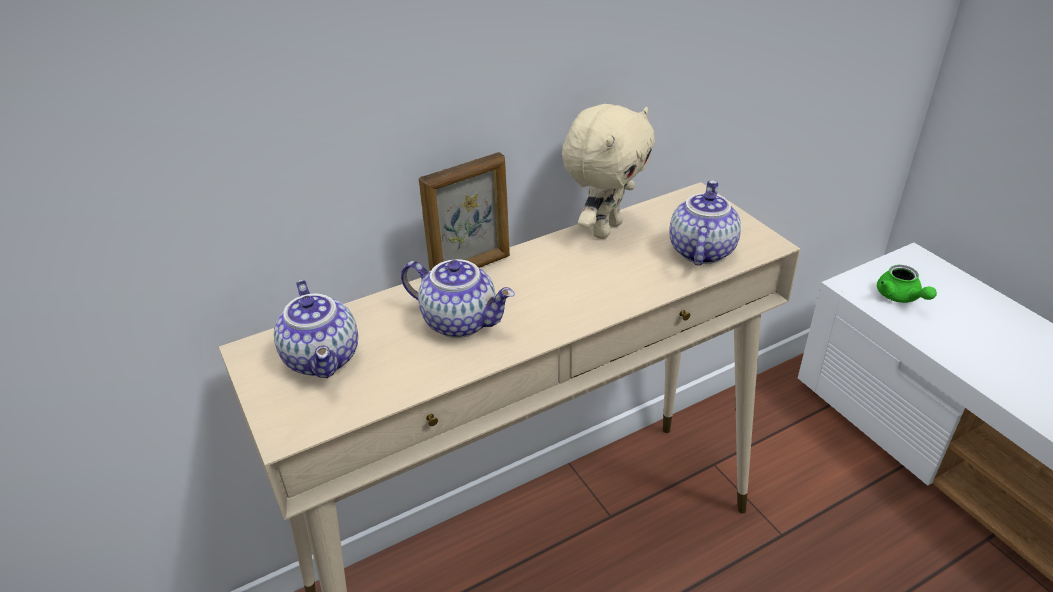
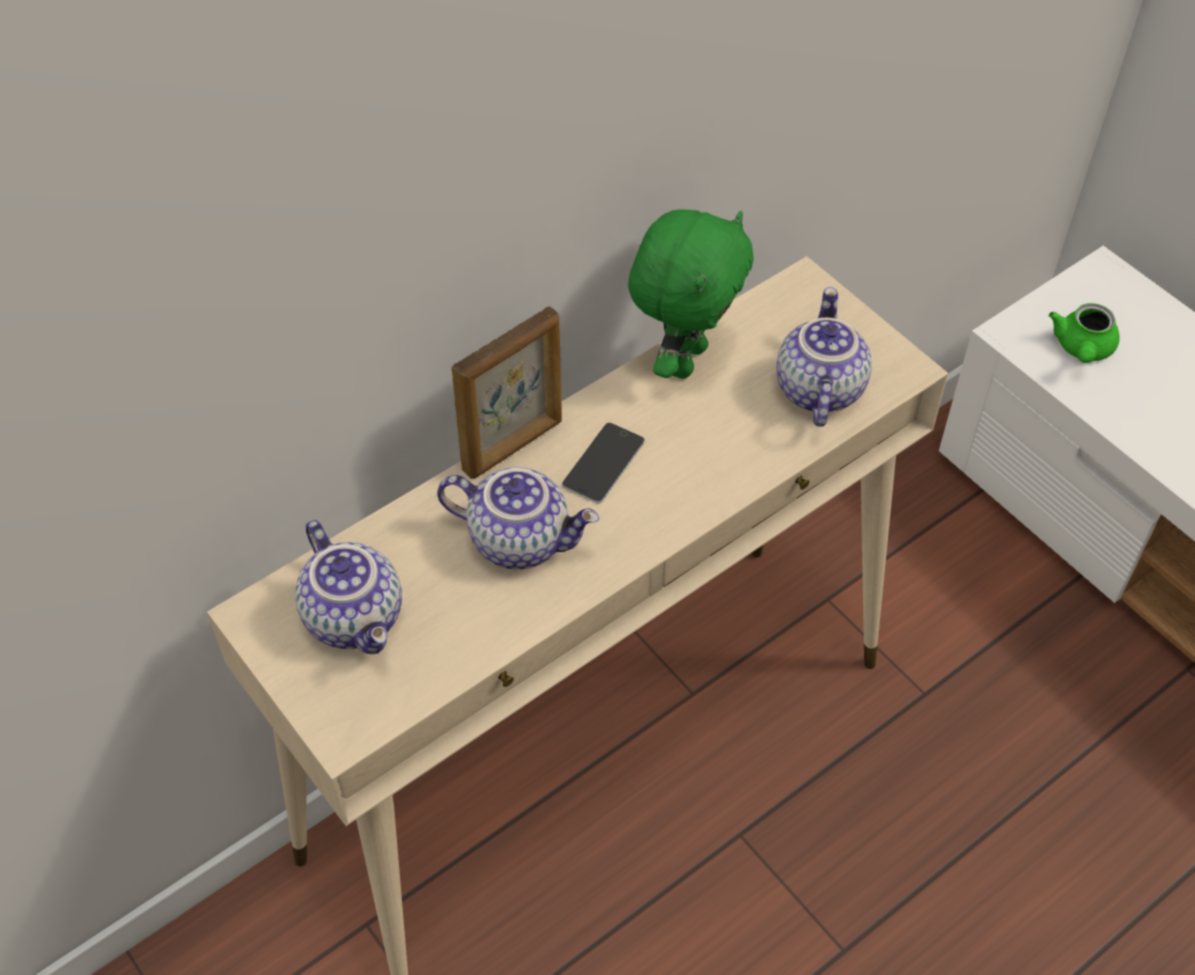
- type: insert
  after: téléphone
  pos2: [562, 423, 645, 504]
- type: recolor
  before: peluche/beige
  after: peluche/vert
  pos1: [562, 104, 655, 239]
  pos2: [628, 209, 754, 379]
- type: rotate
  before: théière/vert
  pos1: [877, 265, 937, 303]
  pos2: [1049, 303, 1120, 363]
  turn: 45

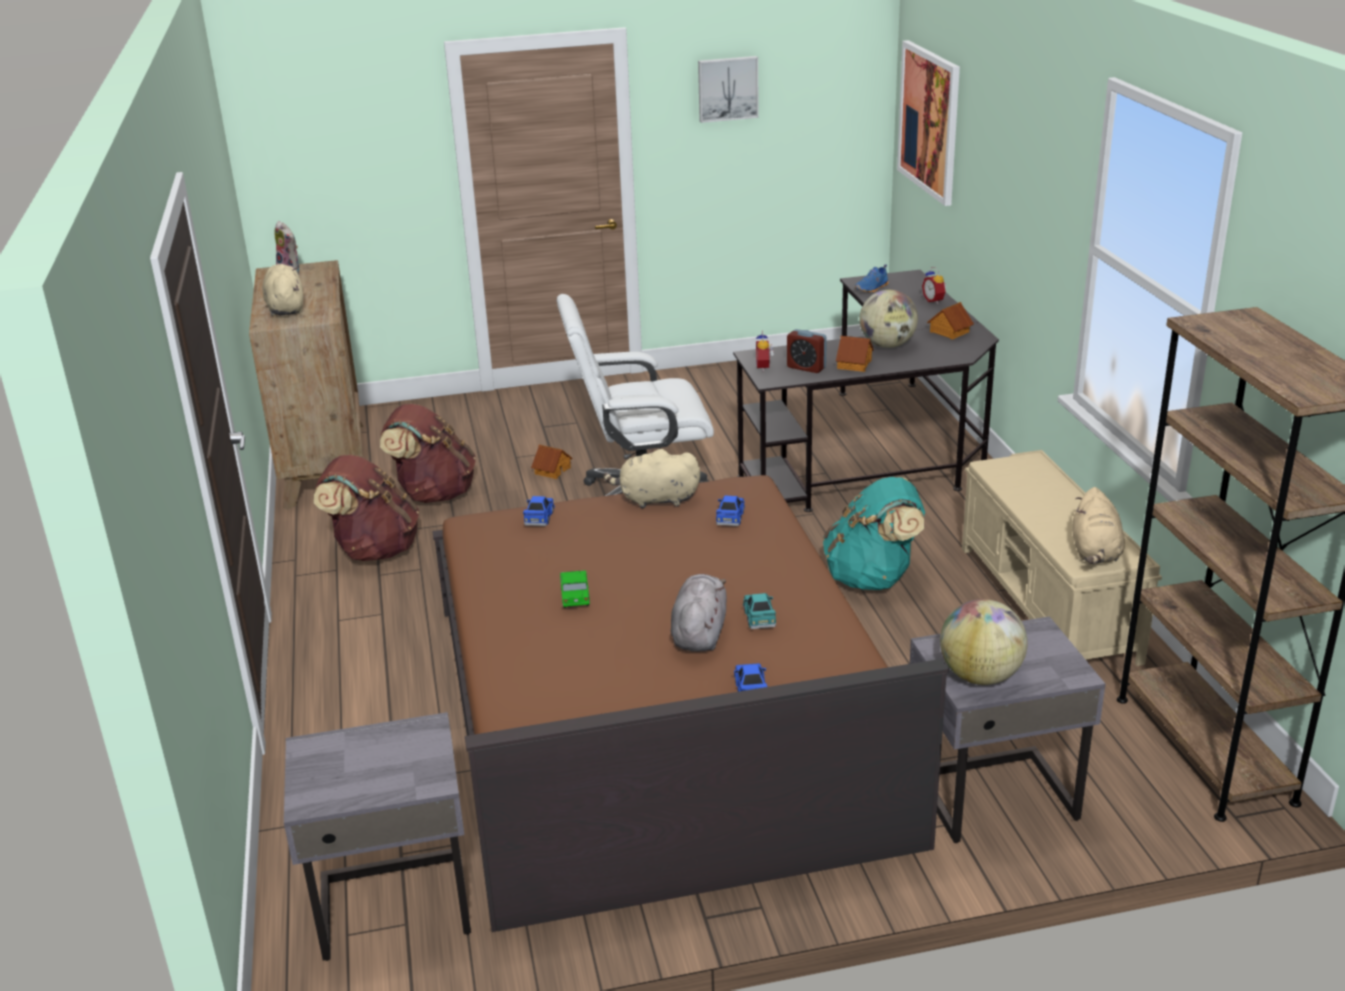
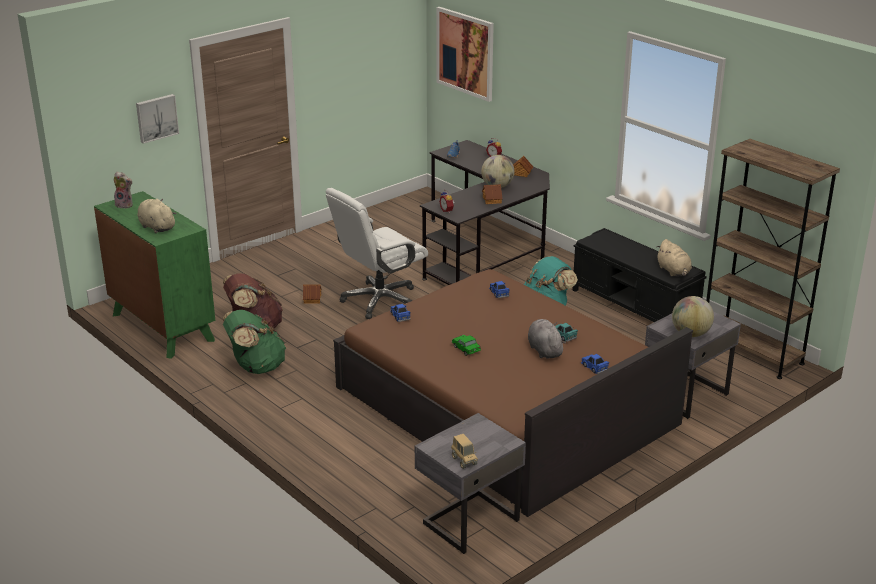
- type: recolor
  before: commode/marron
  after: commode/vert
  pos1: [249, 260, 363, 510]
  pos2: [94, 191, 215, 359]
- type: move
  before: tableau
  pos1: [698, 56, 759, 123]
  pos2: [136, 94, 179, 144]
- type: recolor
  before: sac à dos/marron
  after: sac à dos/vert
  pos1: [314, 455, 419, 561]
  pos2: [223, 310, 286, 374]
- type: insert
  after: camion jouet
  pos2: [451, 434, 478, 469]
- type: recolor
  before: banc/beige
  after: banc/noir
  pos1: [962, 450, 1162, 666]
  pos2: [572, 228, 707, 322]
- type: delete
  before: peluche/beige
  pos1: [603, 449, 700, 509]
- type: delete
  before: réveil
  pos1: [787, 329, 827, 373]

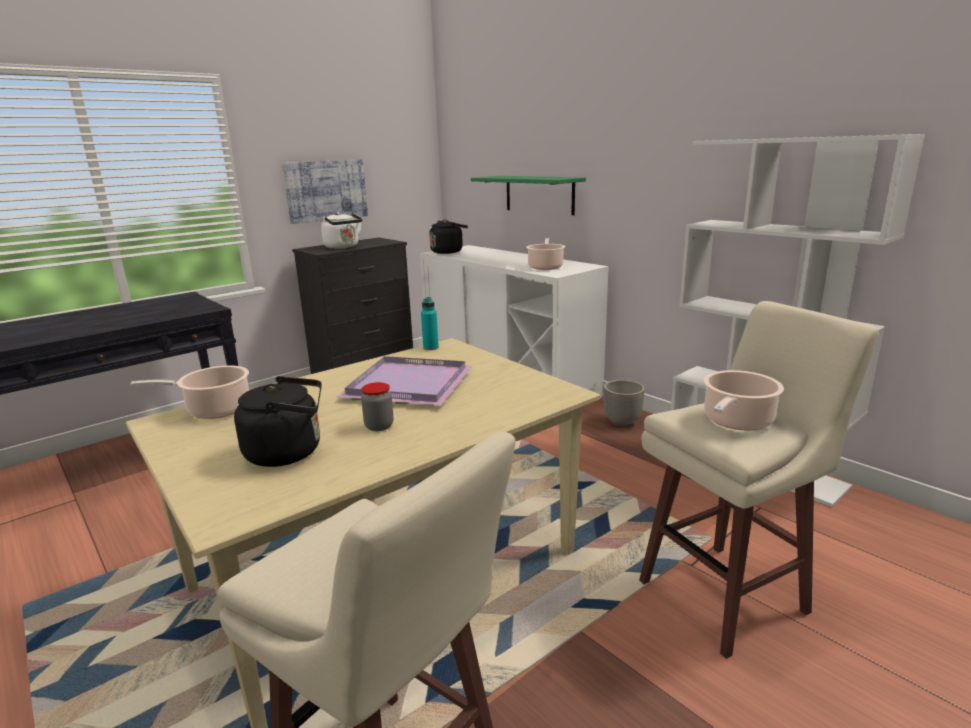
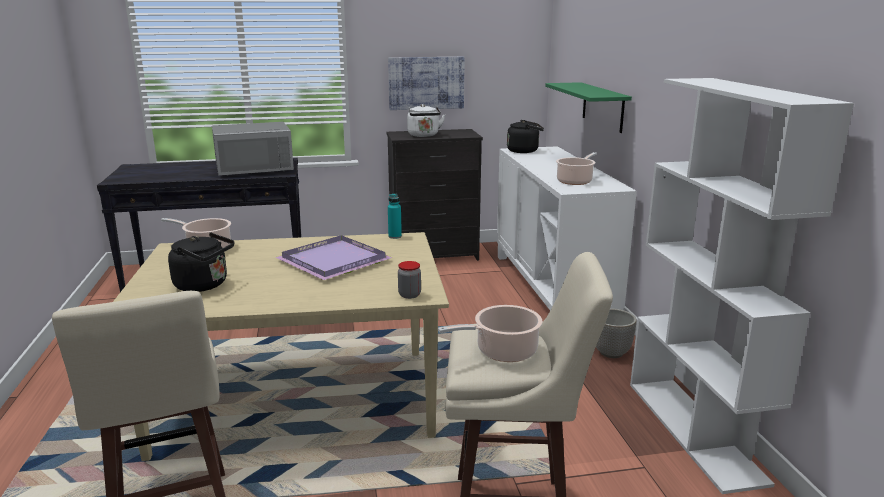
- type: insert
  after: micro-ondes/gris
  pos2: [212, 122, 294, 176]
- type: move
  before: bocal
  pos1: [361, 382, 394, 431]
  pos2: [398, 261, 421, 299]

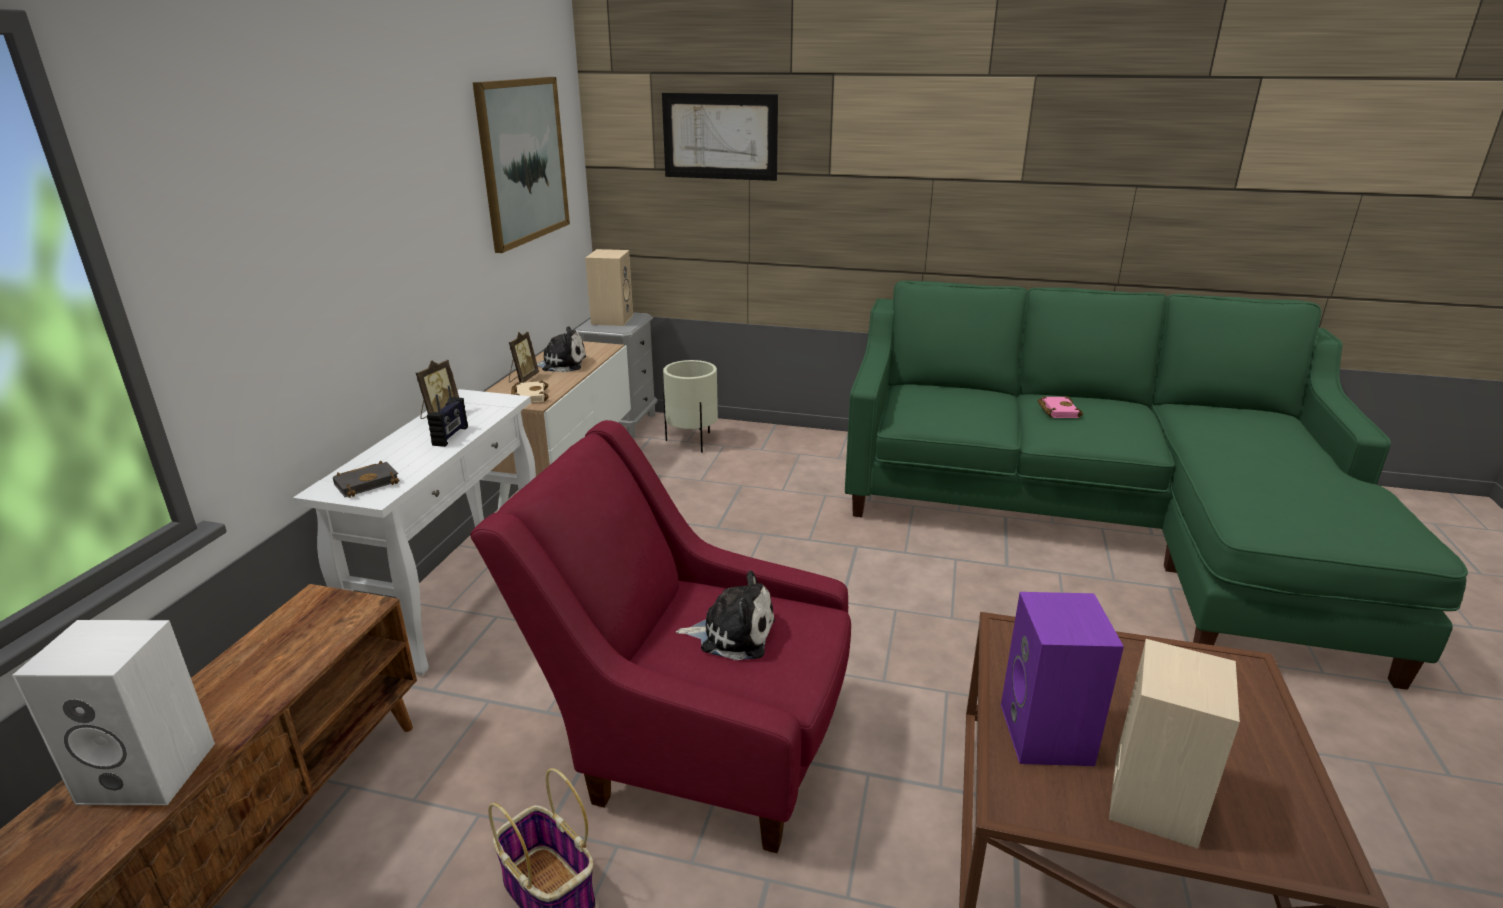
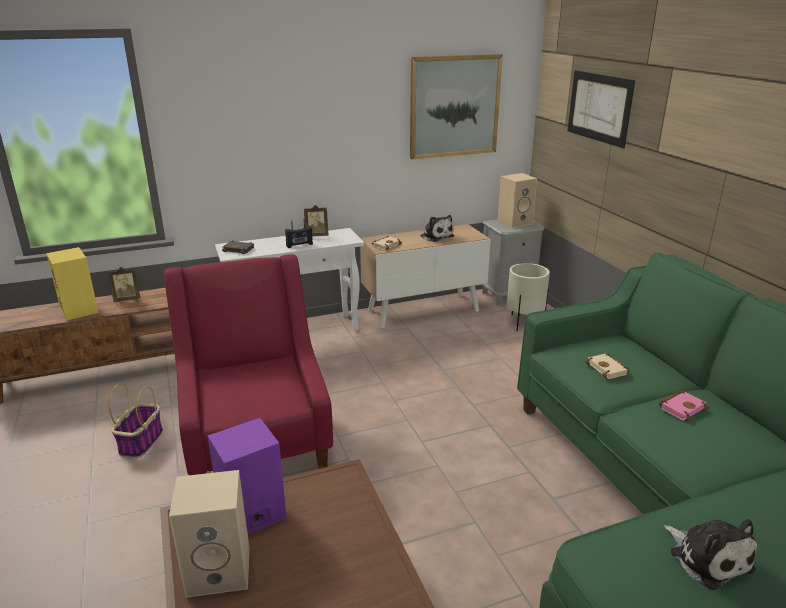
- type: recolor
  before: enceinte/blanc
  after: enceinte/jaune
  pos1: [12, 620, 215, 805]
  pos2: [46, 247, 99, 321]
- type: move
  before: cadre photo
  pos1: [509, 332, 539, 383]
  pos2: [108, 267, 140, 302]
- type: insert
  after: livre/beige
  pos2: [585, 354, 630, 379]
- type: move
  before: peluche
  pos1: [676, 571, 775, 660]
  pos2: [664, 519, 757, 590]

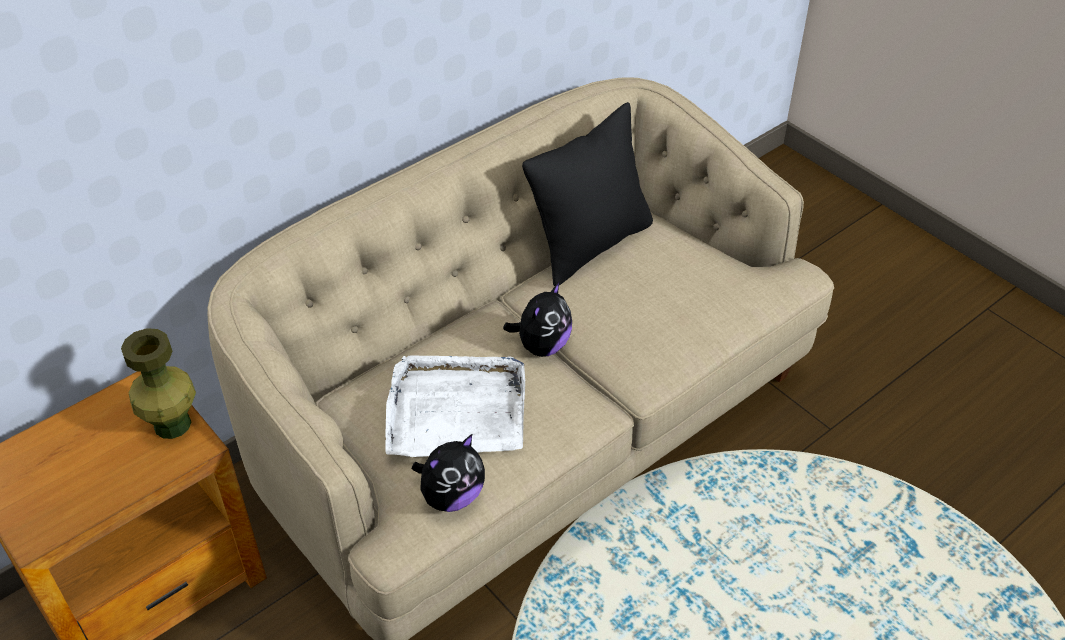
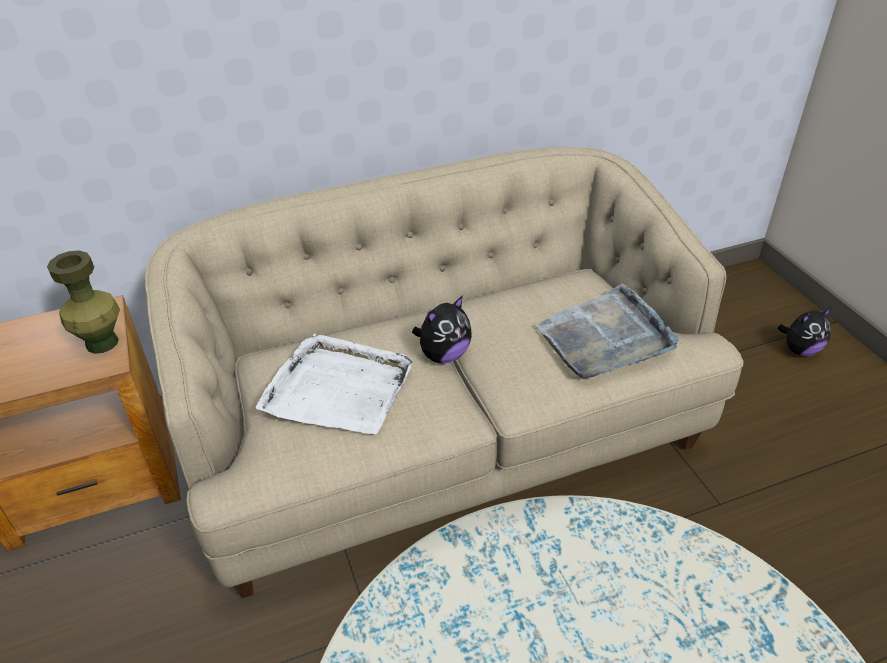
- type: insert
  after: plateau/gris
  pos2: [535, 284, 679, 379]
- type: move
  before: peluche
  pos1: [412, 434, 485, 512]
  pos2: [778, 307, 832, 356]
- type: delete
  before: coussin/noir
  pos1: [522, 102, 653, 286]

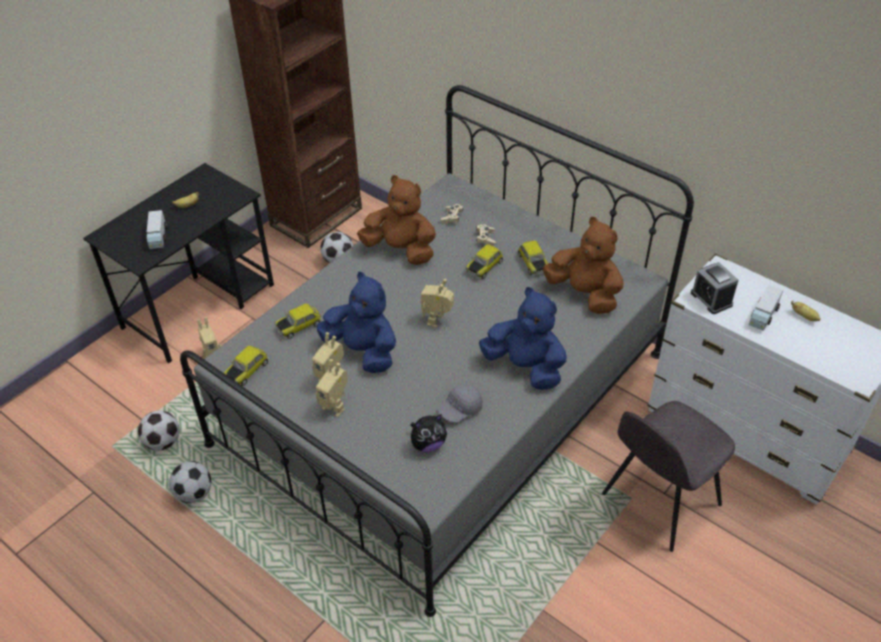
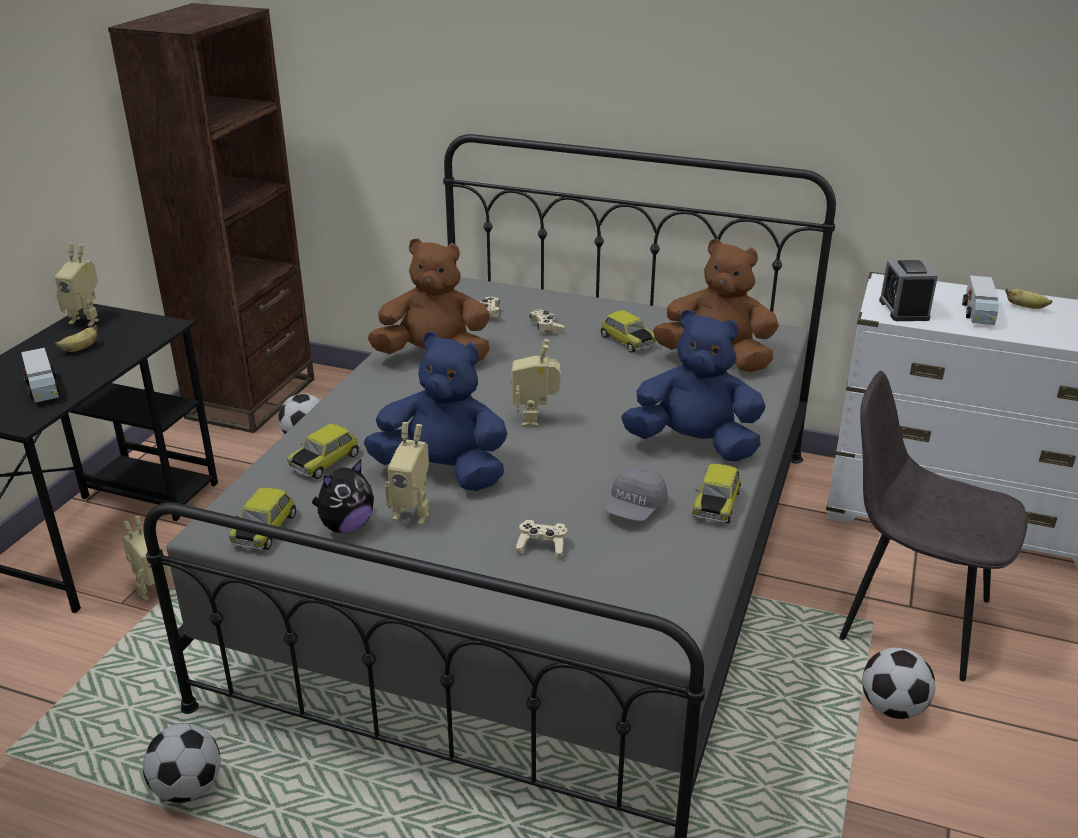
- type: move
  before: robot jouet
  pos1: [316, 359, 348, 417]
  pos2: [54, 244, 99, 326]
- type: move
  before: peluche
  pos1: [410, 414, 447, 453]
  pos2: [312, 459, 374, 533]
- type: insert
  after: manette/beige
  pos2: [515, 520, 567, 558]
- type: move
  before: petite voiture
  pos1: [466, 244, 504, 279]
  pos2: [692, 464, 741, 523]
- type: rotate
  before: chaise/gris
  pos1: [602, 401, 735, 552]
  pos2: [839, 371, 1028, 681]
  turn: 90
- type: move
  before: ballon de foot
  pos1: [138, 410, 179, 450]
  pos2: [862, 647, 936, 719]
- type: rotate
  before: réveil
  pos1: [691, 262, 738, 314]
  pos2: [879, 259, 938, 321]
  turn: 45

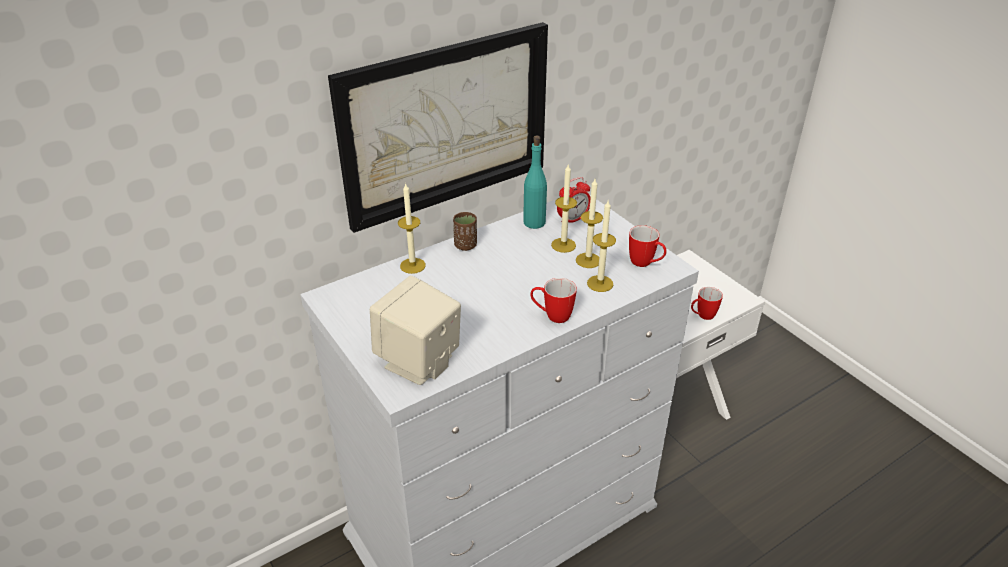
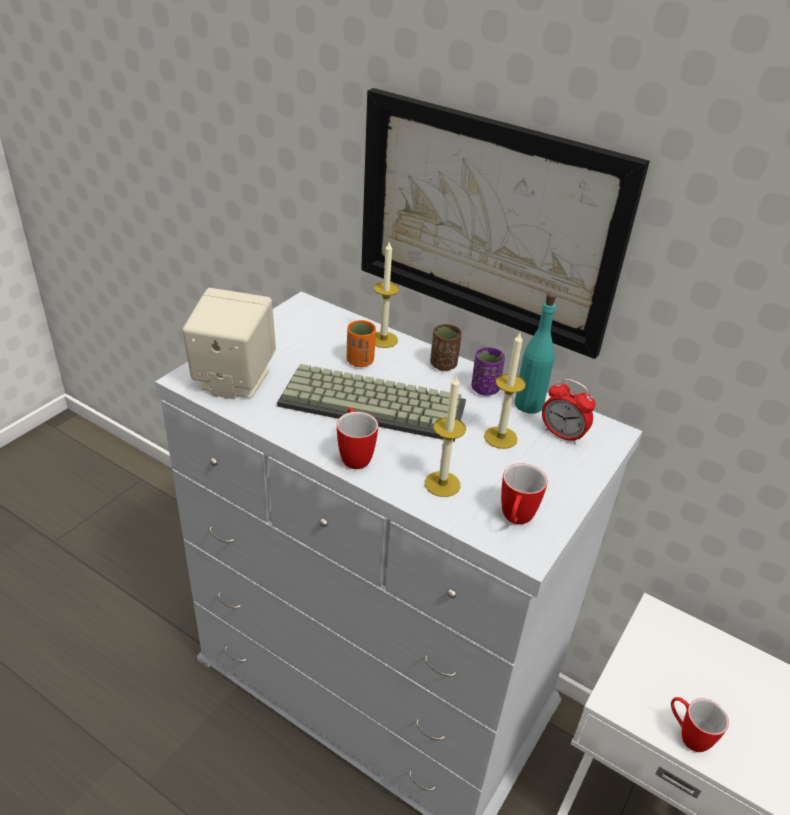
- type: insert
  after: clavier
  pos2: [277, 364, 466, 442]
- type: insert
  after: tasse/orange
  pos2: [347, 320, 376, 367]
- type: insert
  after: tasse/violet
  pos2: [471, 347, 505, 396]
- type: delete
  before: bougie
  pos1: [576, 179, 603, 268]

